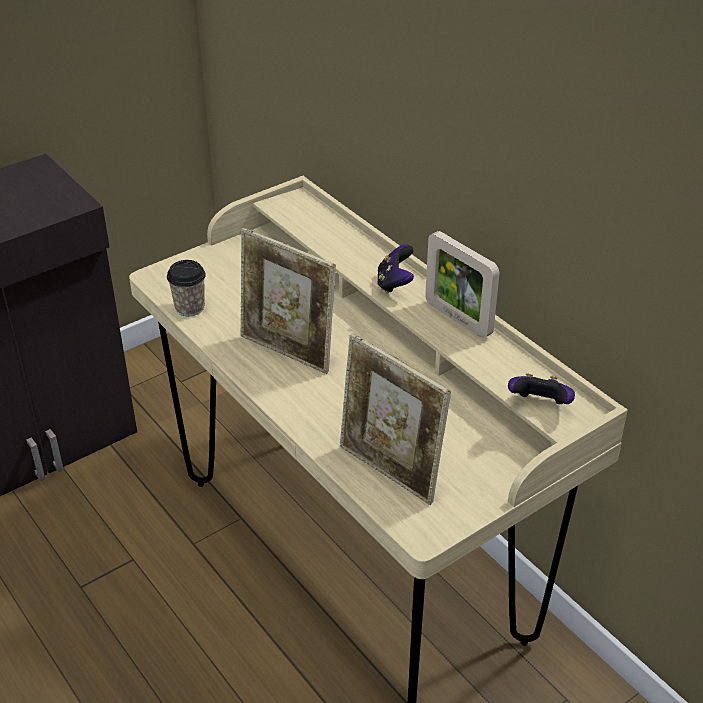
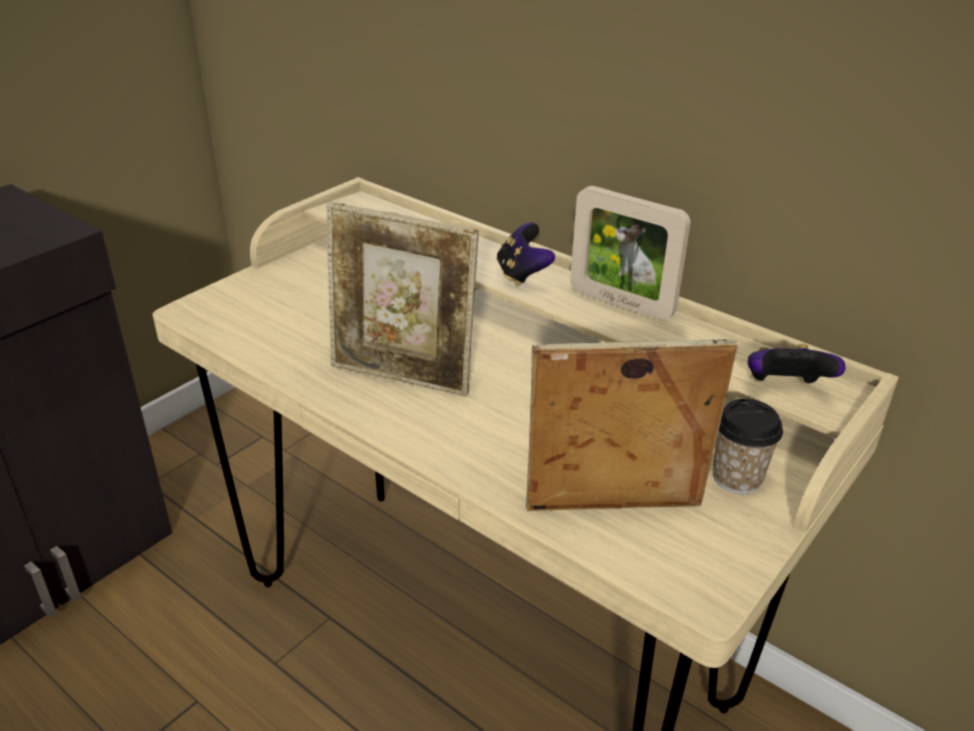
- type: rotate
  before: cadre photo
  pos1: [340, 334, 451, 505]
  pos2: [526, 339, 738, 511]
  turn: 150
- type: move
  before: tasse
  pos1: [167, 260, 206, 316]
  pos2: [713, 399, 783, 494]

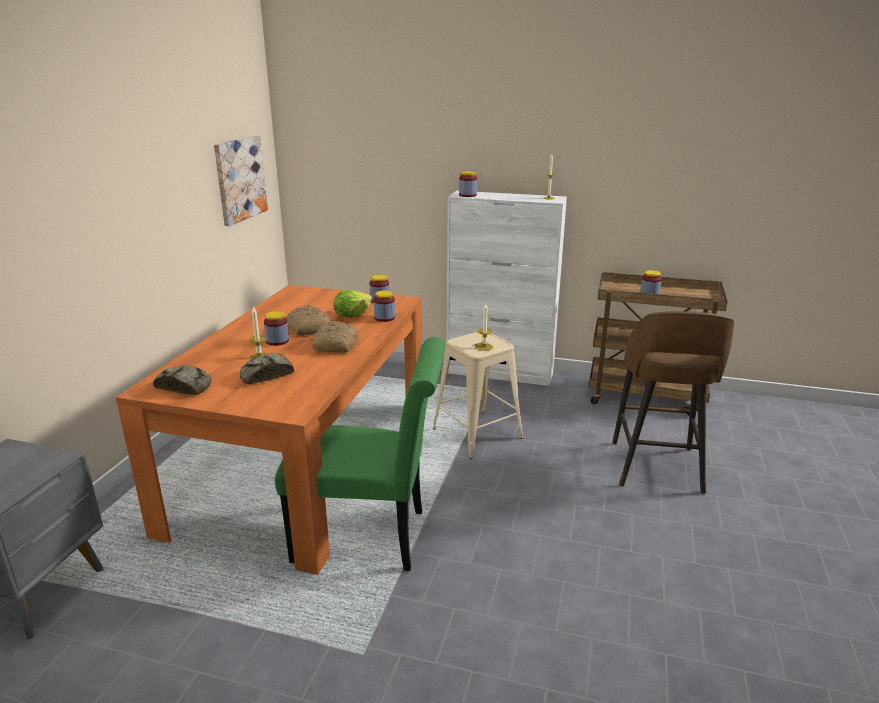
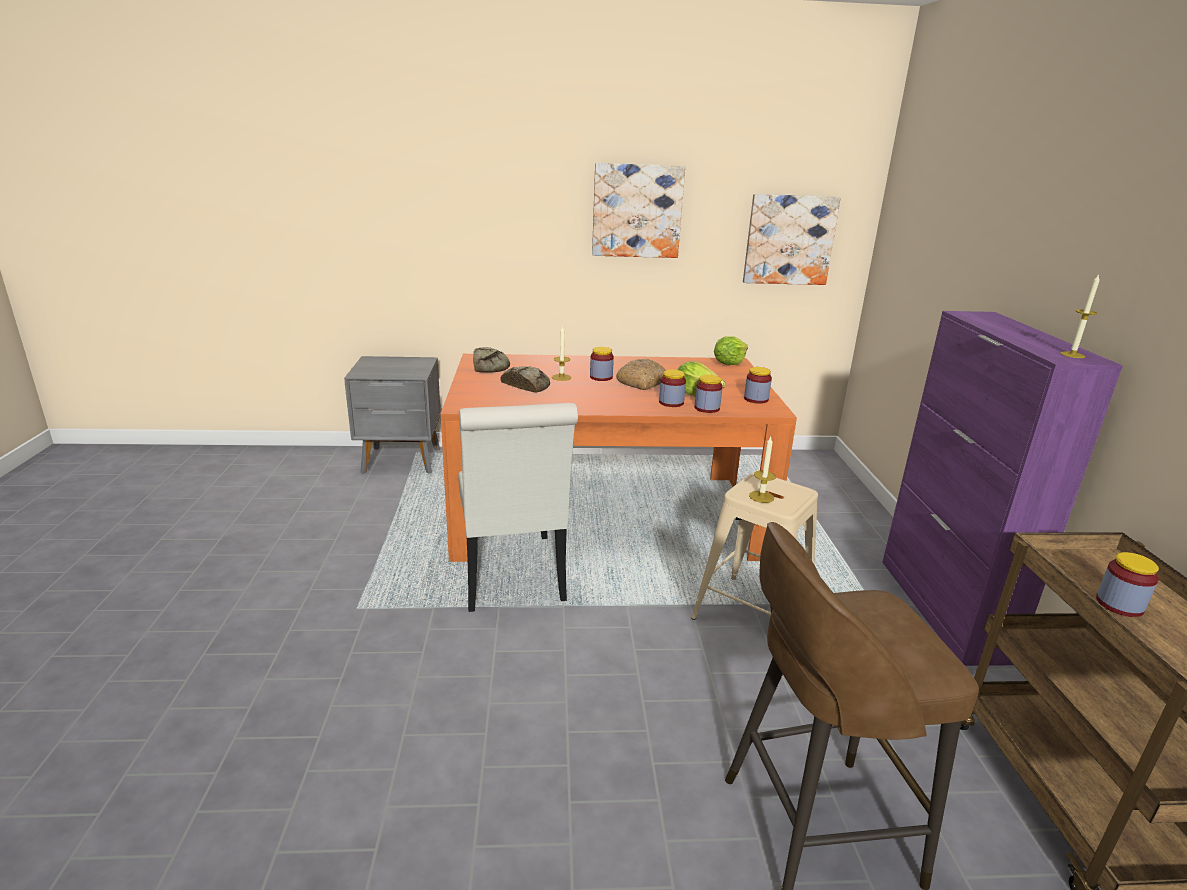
- type: recolor
  before: chaise/vert
  after: chaise/blanc
  pos1: [275, 337, 446, 571]
  pos2: [458, 403, 578, 612]
- type: insert
  after: tableau
  pos2: [592, 163, 685, 258]
- type: move
  before: bocal
  pos1: [459, 171, 477, 197]
  pos2: [659, 370, 686, 407]
- type: insert
  after: laitue
  pos2: [714, 336, 748, 365]
- type: recolor
  before: meuble de rangement/blanc
  after: meuble de rangement/violet
  pos1: [447, 191, 567, 386]
  pos2: [882, 311, 1123, 666]
- type: delete
  before: pain
  pos1: [312, 321, 359, 353]

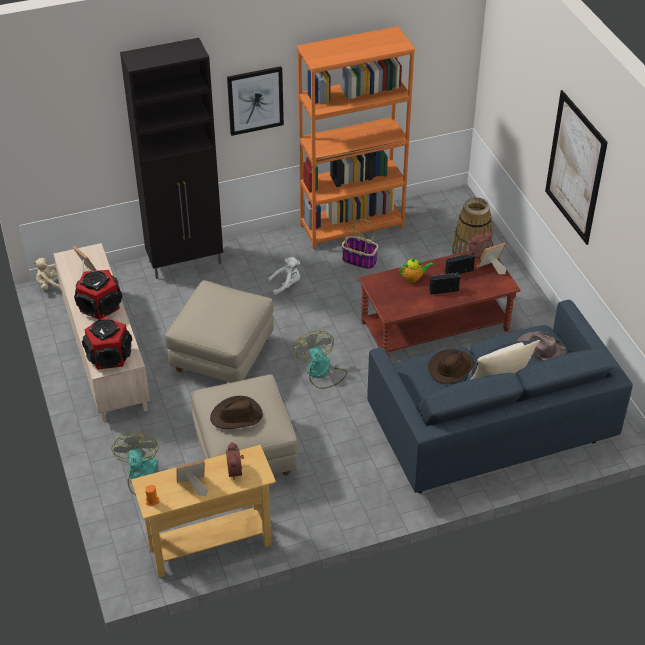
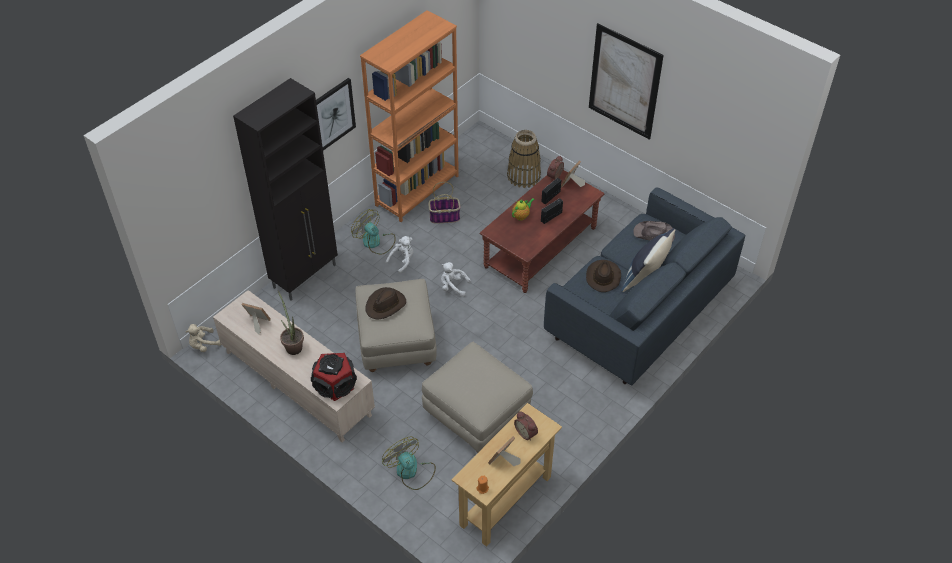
- type: replace
  before: enceinte
  after: plante en pot
  pos1: [74, 270, 122, 320]
  pos2: [278, 291, 304, 355]
- type: move
  before: ventilateur
  pos1: [293, 331, 347, 389]
  pos2: [351, 209, 396, 254]
- type: move
  before: chapeau/marron
  pos1: [210, 396, 263, 429]
  pos2: [365, 287, 406, 319]
- type: insert
  after: peluche/blanc
  pos2: [441, 262, 471, 297]

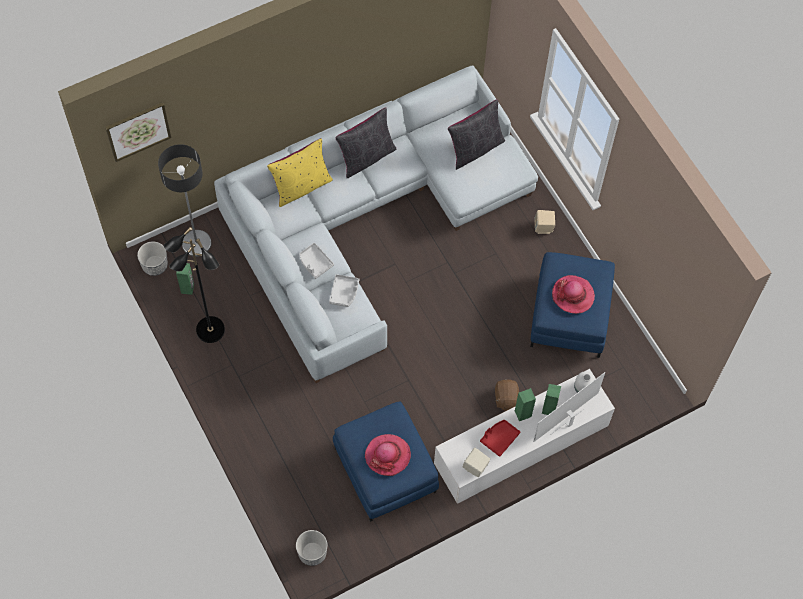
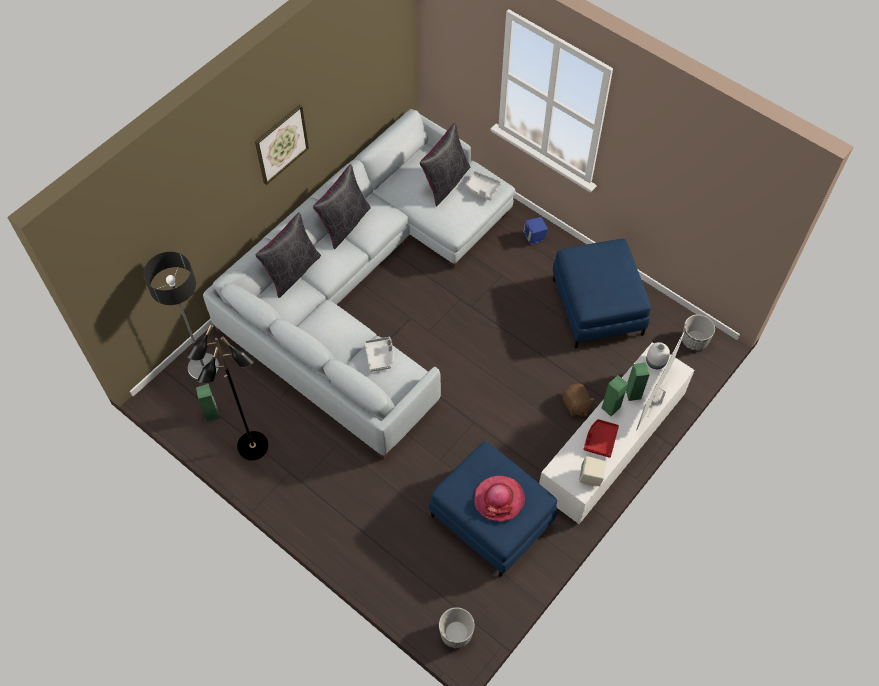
- type: move
  before: tableau
  pos1: [105, 102, 171, 162]
  pos2: [255, 104, 309, 185]
- type: recolor
  before: coussin/jaune
  after: coussin/noir
  pos1: [267, 138, 333, 207]
  pos2: [256, 212, 321, 298]
- type: move
  before: plateau/gris
  pos1: [299, 243, 334, 279]
  pos2: [465, 171, 501, 201]
- type: recolor
  before: enceinte/beige
  after: enceinte/bleu
  pos1: [534, 210, 555, 234]
  pos2: [523, 217, 548, 245]
- type: move
  before: cache-pot
  pos1: [137, 241, 168, 276]
  pos2: [682, 314, 715, 351]
- type: delete
  before: chapeau
  pos1: [552, 275, 595, 314]

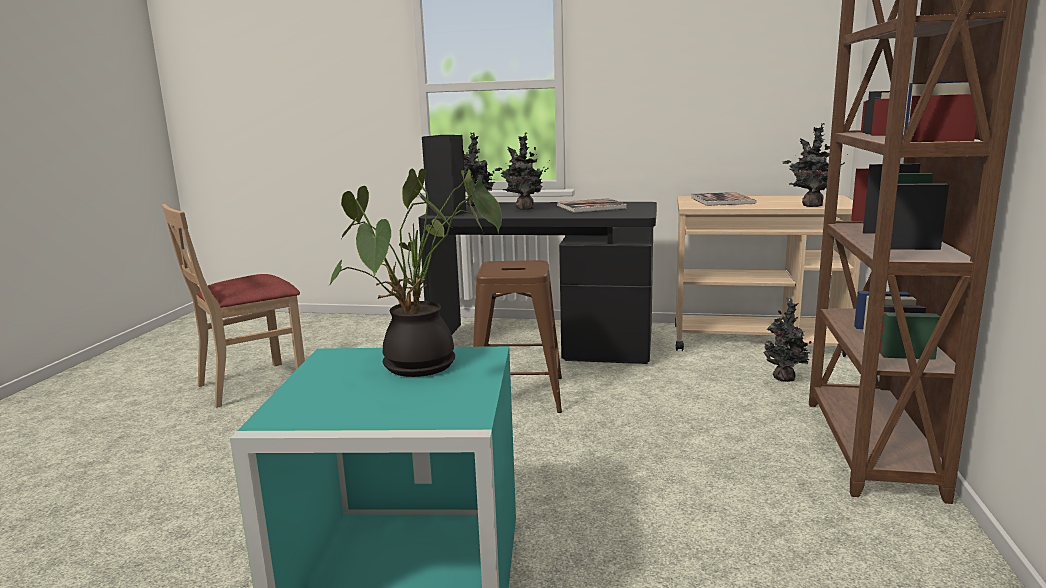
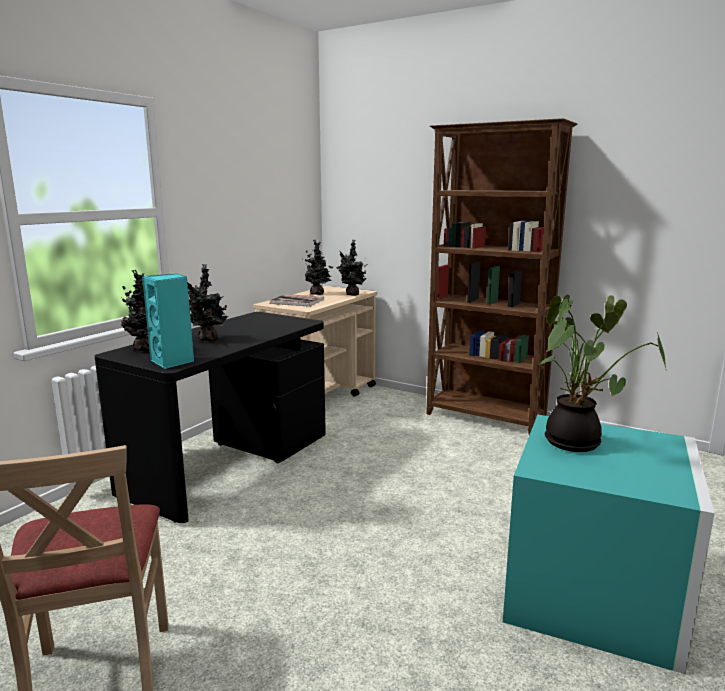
- type: recolor
  before: enceinte/noir
  after: enceinte/turquoise
  pos1: [422, 135, 466, 216]
  pos2: [142, 274, 194, 369]
- type: move
  before: plante en pot
  pos1: [763, 297, 811, 382]
  pos2: [305, 240, 333, 295]
- type: delete
  before: tabouret/marron
  pos1: [473, 260, 562, 413]
- type: delete
  before: livre
  pos1: [557, 198, 627, 213]

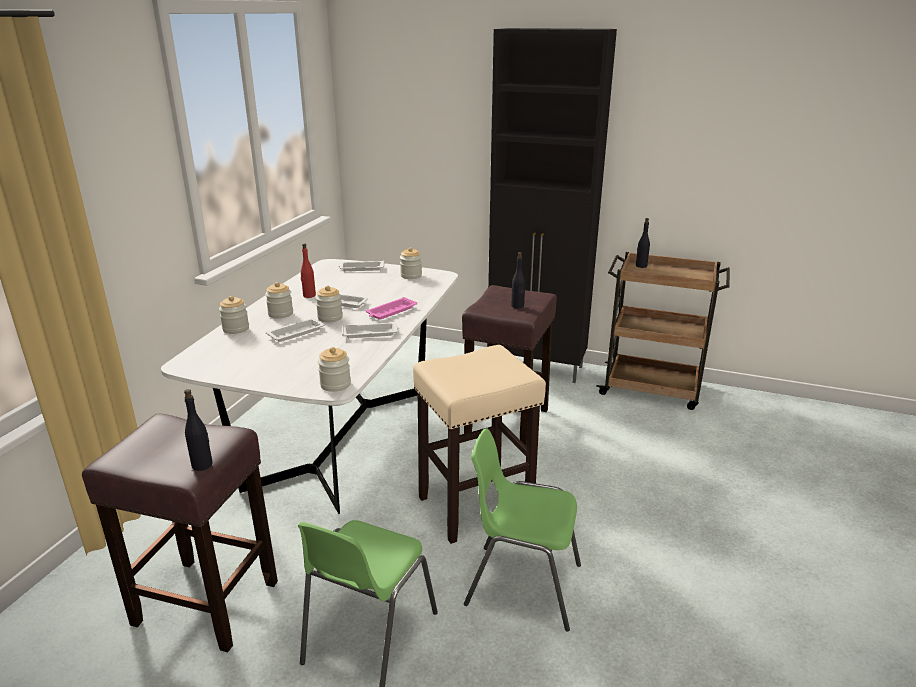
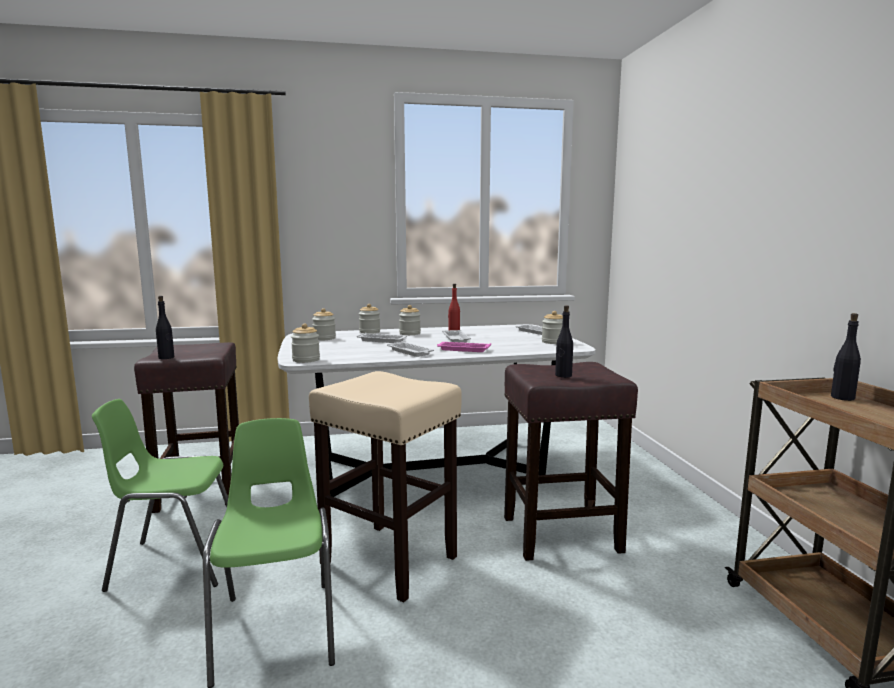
- type: move
  before: bocal
  pos1: [315, 286, 343, 322]
  pos2: [312, 308, 336, 340]
- type: delete
  before: meuble de rangement/noir
  pos1: [487, 28, 617, 383]

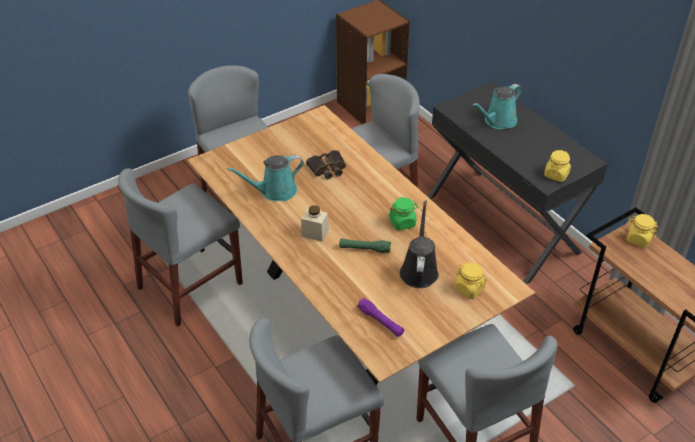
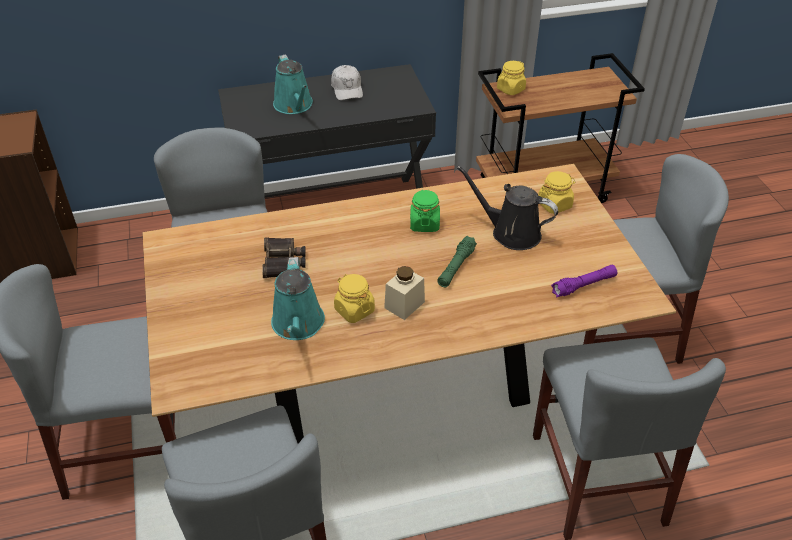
- type: insert
  after: casquette/blanc
  pos2: [331, 65, 363, 100]
- type: move
  before: bocal/jaune
  pos1: [544, 150, 571, 182]
  pos2: [334, 274, 375, 323]

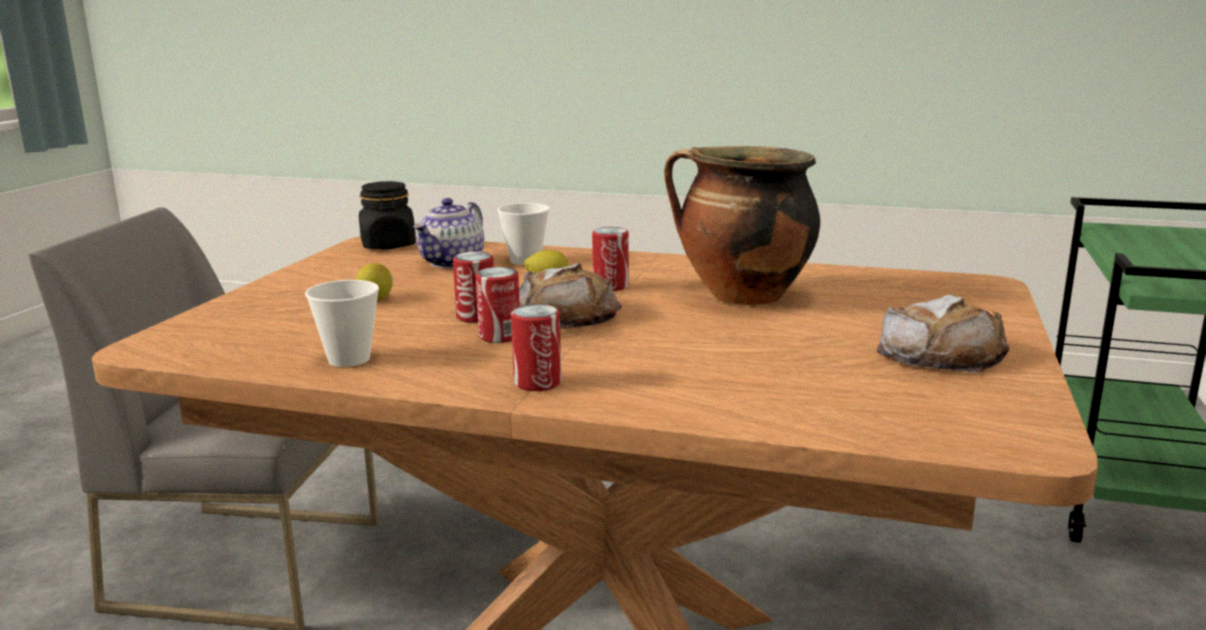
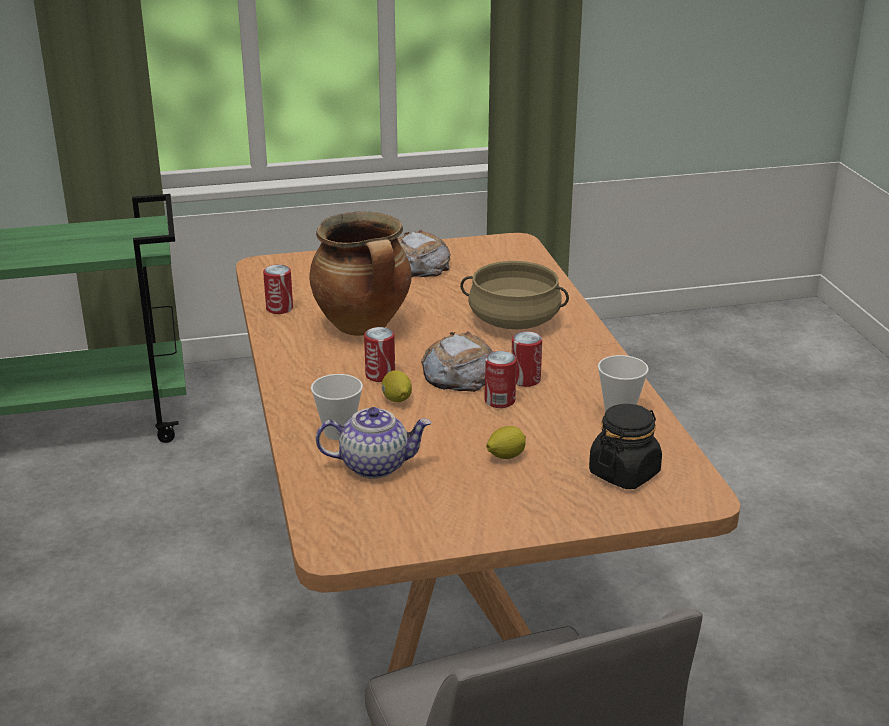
- type: move
  before: boîte métallique
  pos1: [511, 304, 561, 391]
  pos2: [263, 265, 293, 314]
- type: insert
  after: marmite/beige
  pos2: [460, 261, 569, 329]
- type: move
  before: bocal/noir
  pos1: [359, 181, 416, 249]
  pos2: [589, 404, 662, 489]

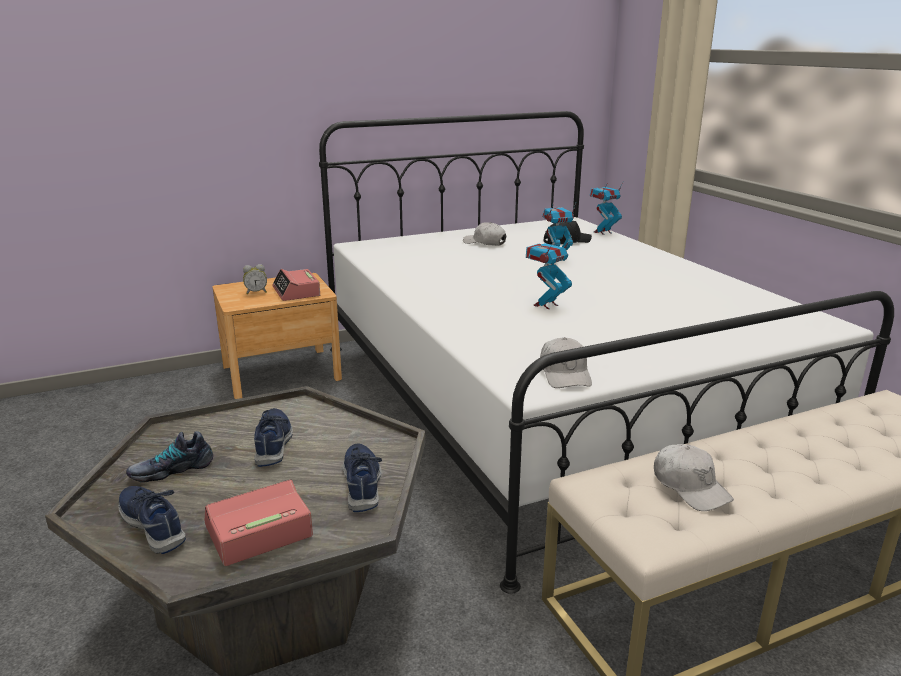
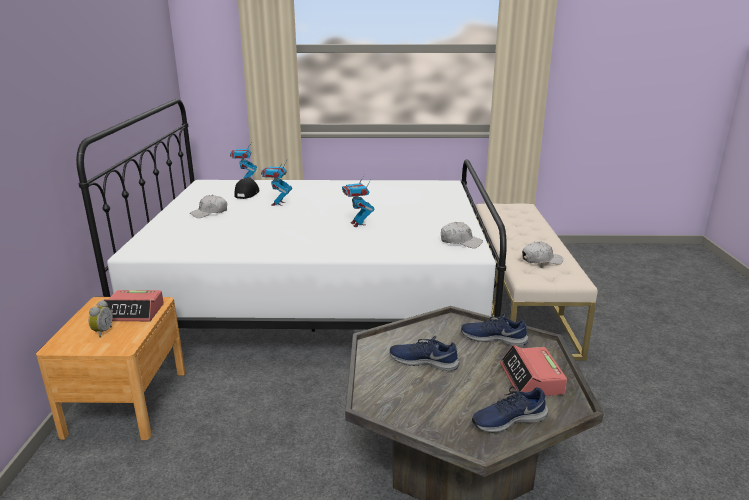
- type: delete
  before: chaussure
  pos1: [126, 431, 213, 483]

